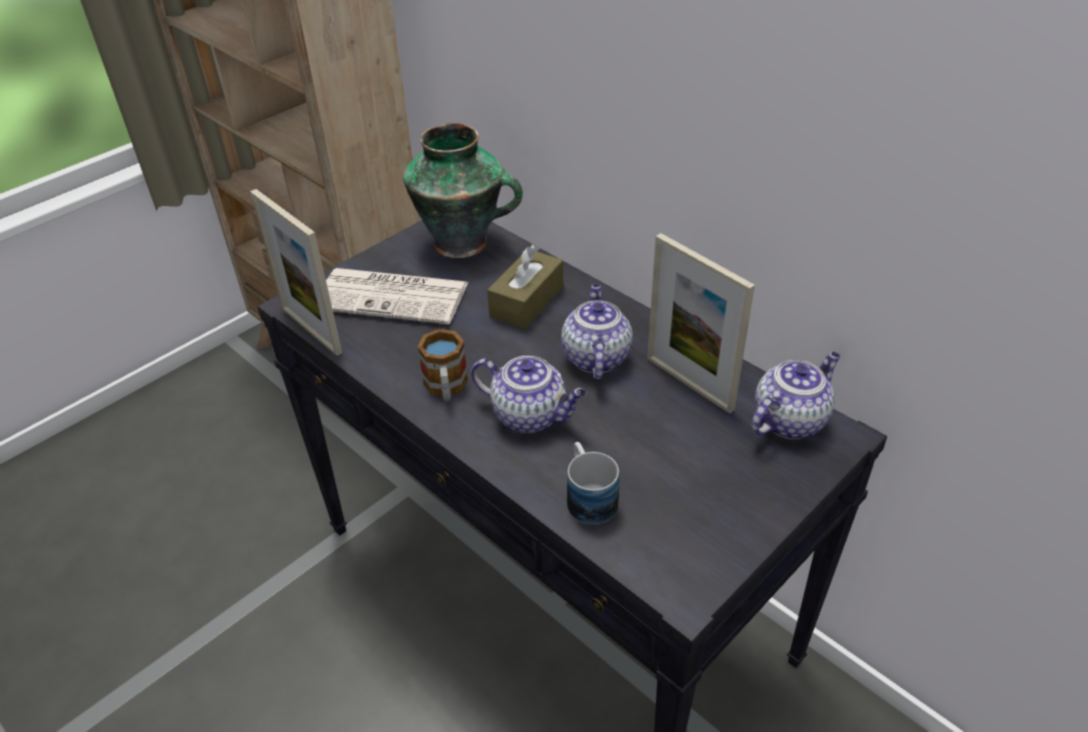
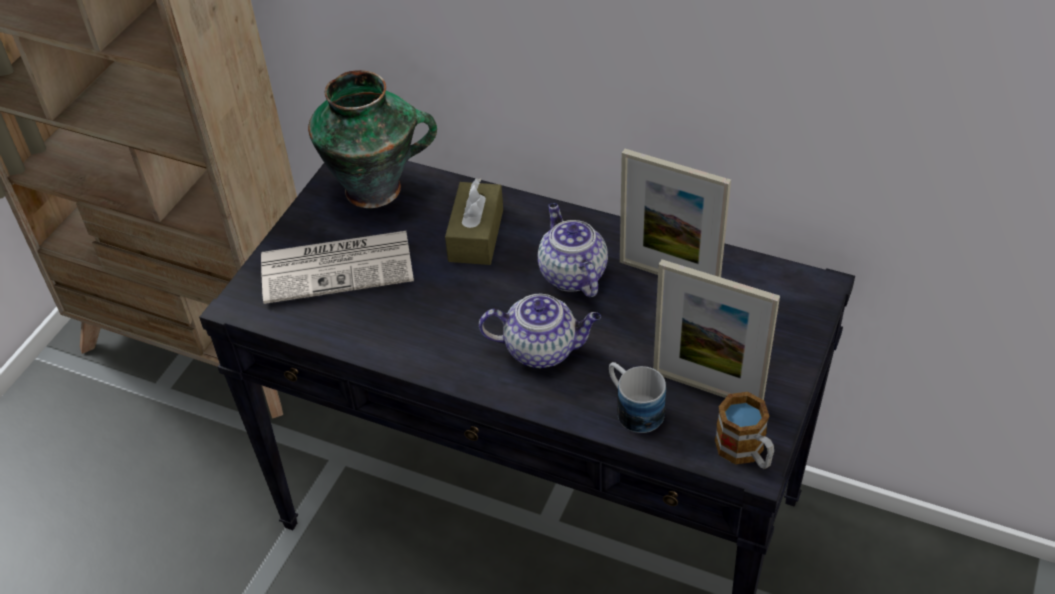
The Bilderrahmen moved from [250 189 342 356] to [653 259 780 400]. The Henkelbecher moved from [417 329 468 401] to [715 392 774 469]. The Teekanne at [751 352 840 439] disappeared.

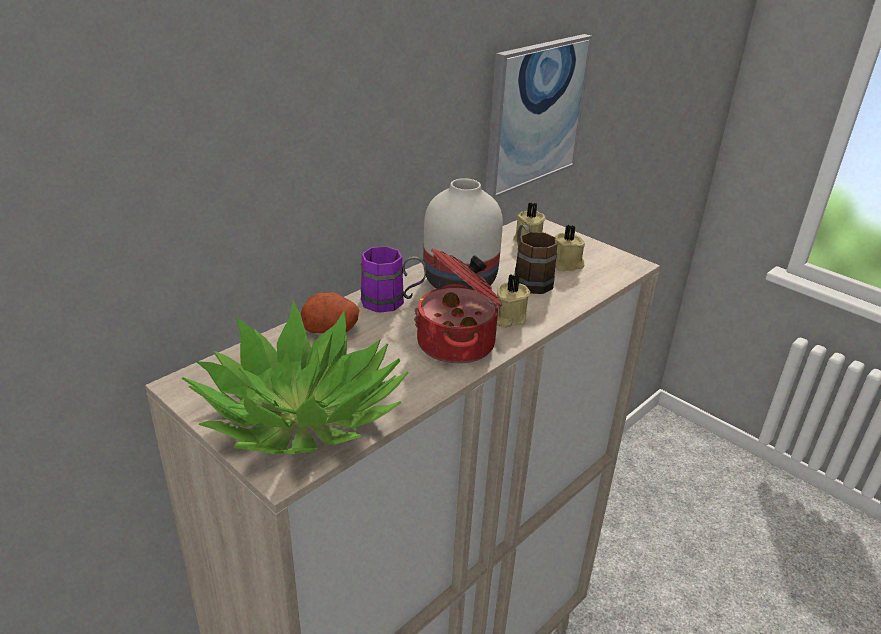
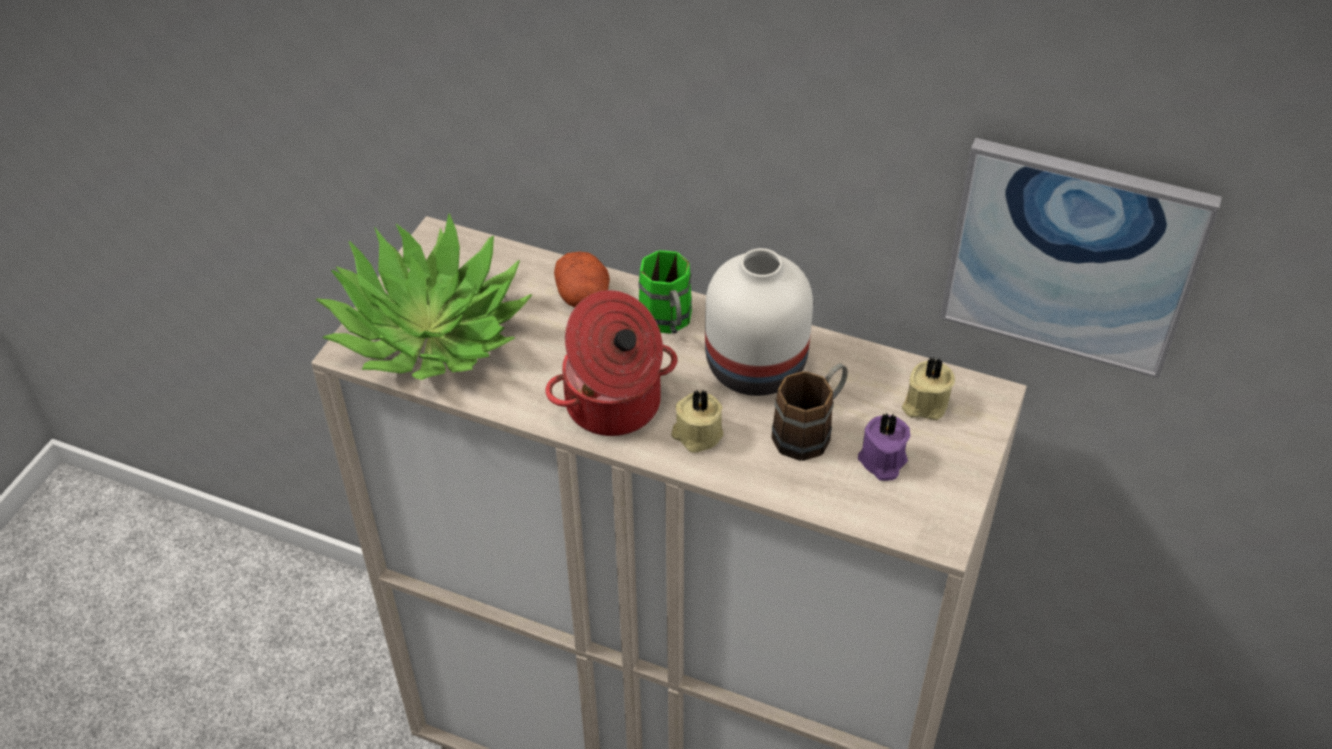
The Henkelbecher (lila) at [361 246 427 313] became the Henkelbecher (grün) at [639 250 692 334]. The Kerze (beige) at [555 225 585 271] became the Kerze (lila) at [858 412 910 481].

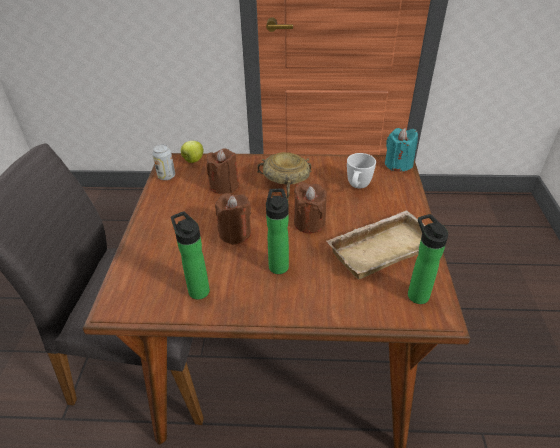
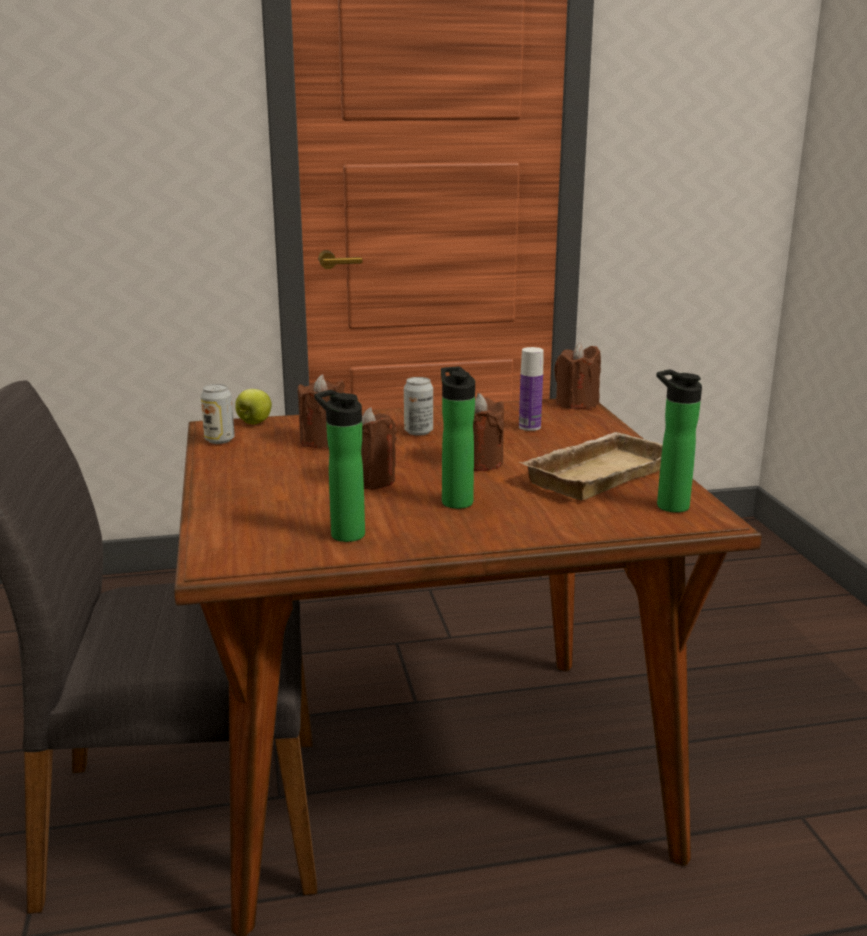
The Schüssel (beige) at [257 152 312 200] was replaced by the Dose at [404 377 433 436]. The Henkelbecher (weiß) at [347 153 376 188] was replaced by the Flasche at [519 347 544 431]. The Kerze (türkis) at [385 128 418 171] became the Kerze (braun) at [554 343 601 409].

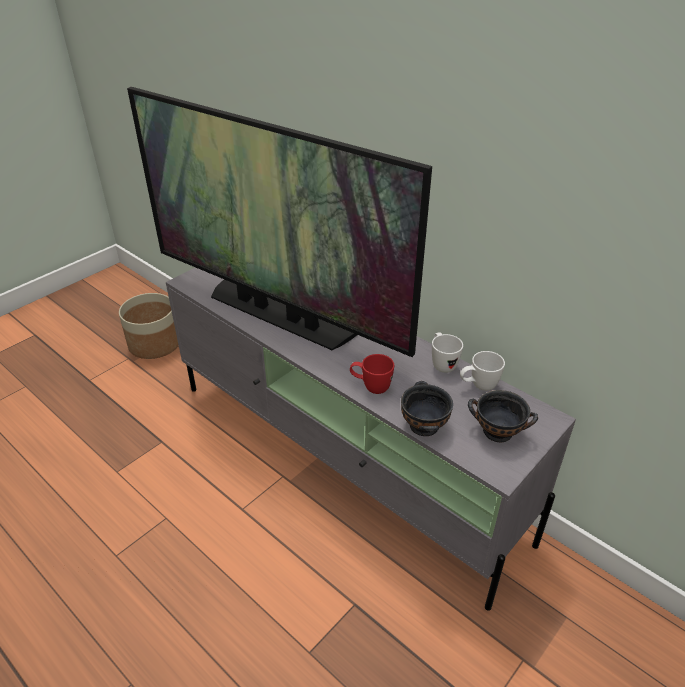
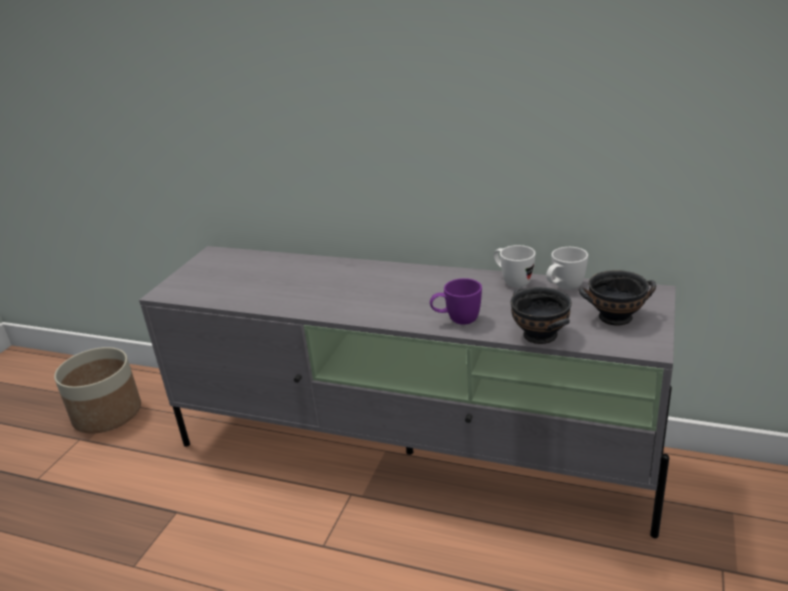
The Henkelbecher (rot) at [350 354 394 394] became the Henkelbecher (lila) at [430 278 482 325]. The Fernseher at [127 87 432 357] disappeared.

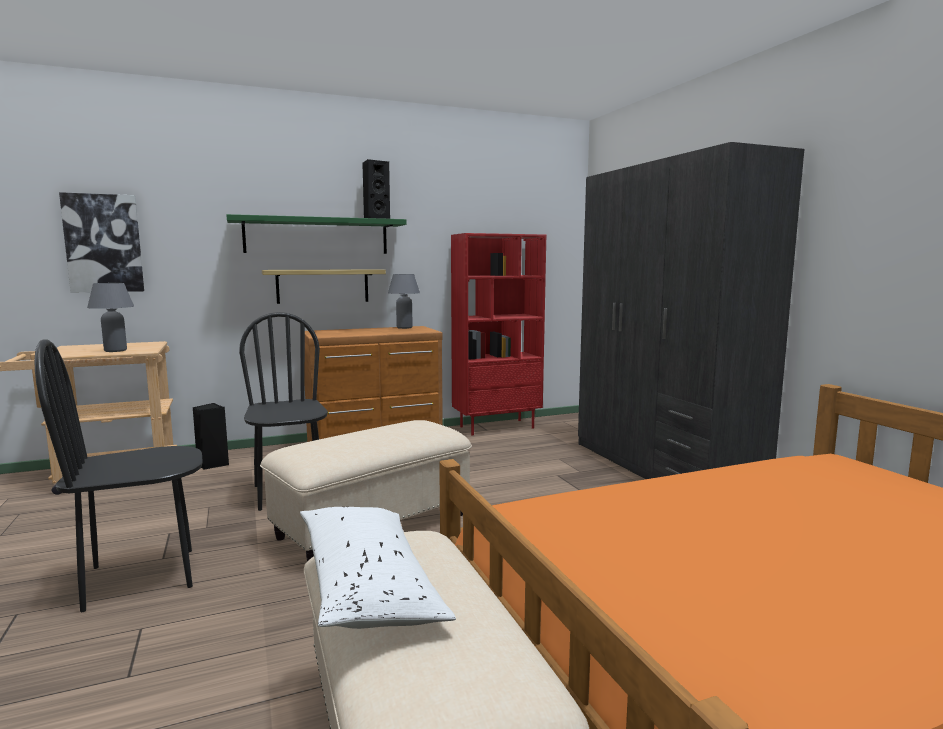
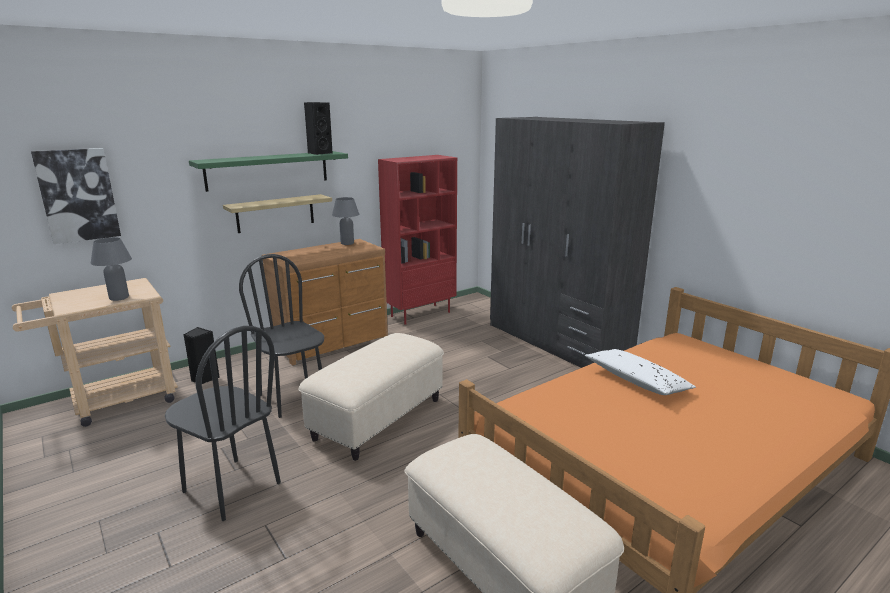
The Stuhl (schwarz) at [34 339 203 612] turned 105 degrees counterclockwise. The Kissen (weiß) moved from [300 507 456 629] to [584 349 696 395].

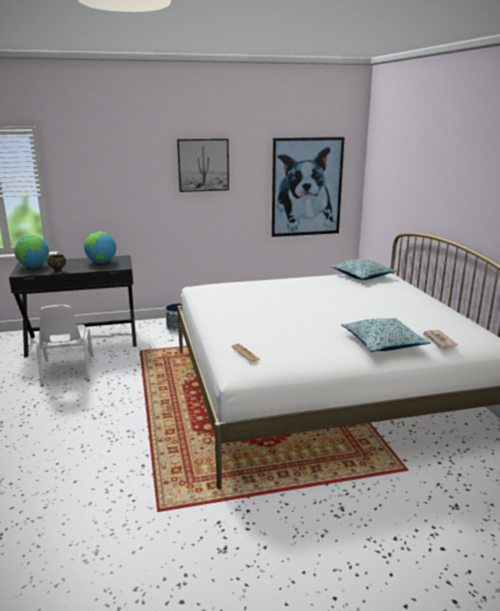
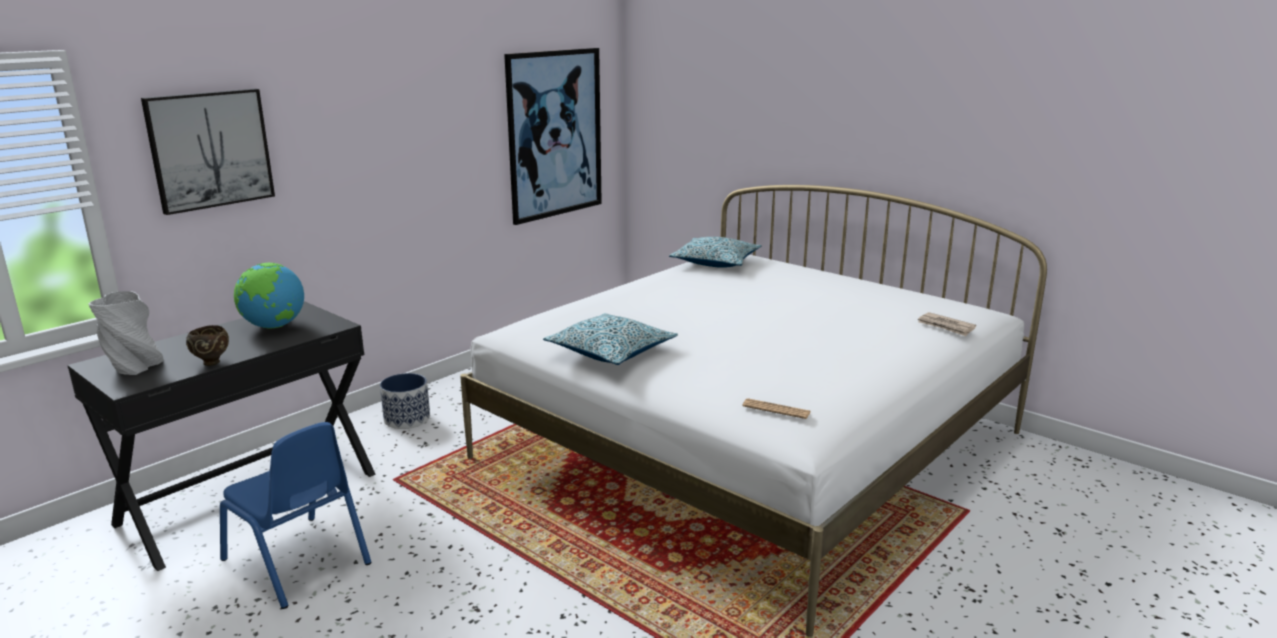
The Globus at [14 235 49 268] was replaced by the Vase (grau) at [89 291 164 375]. The Bild moved from [177 139 229 192] to [141 89 275 215]. The Stuhl (weiß) at [36 305 93 386] became the Stuhl (blau) at [220 422 371 609]. The Kissen moved from [341 318 431 352] to [543 313 678 365].

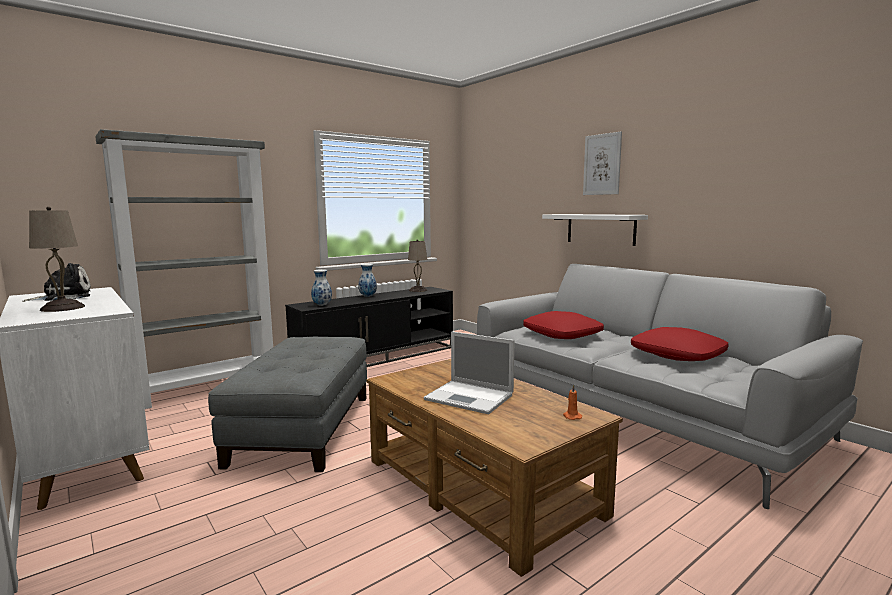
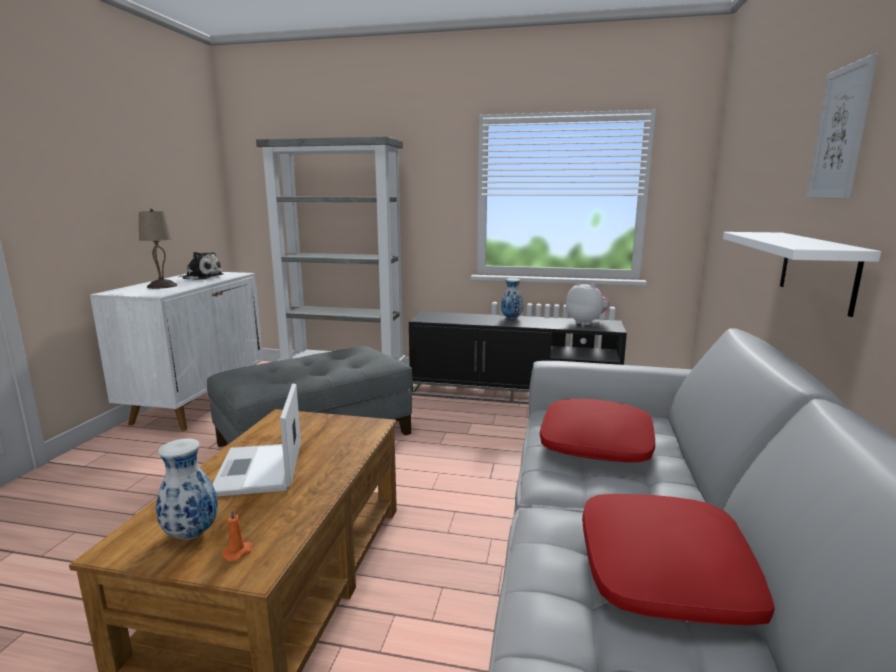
The Vase moved from [311 269 332 306] to [156 439 218 540]. The Tischlampe (beige) at [408 240 427 292] was replaced by the Plüschtier at [566 282 609 325].

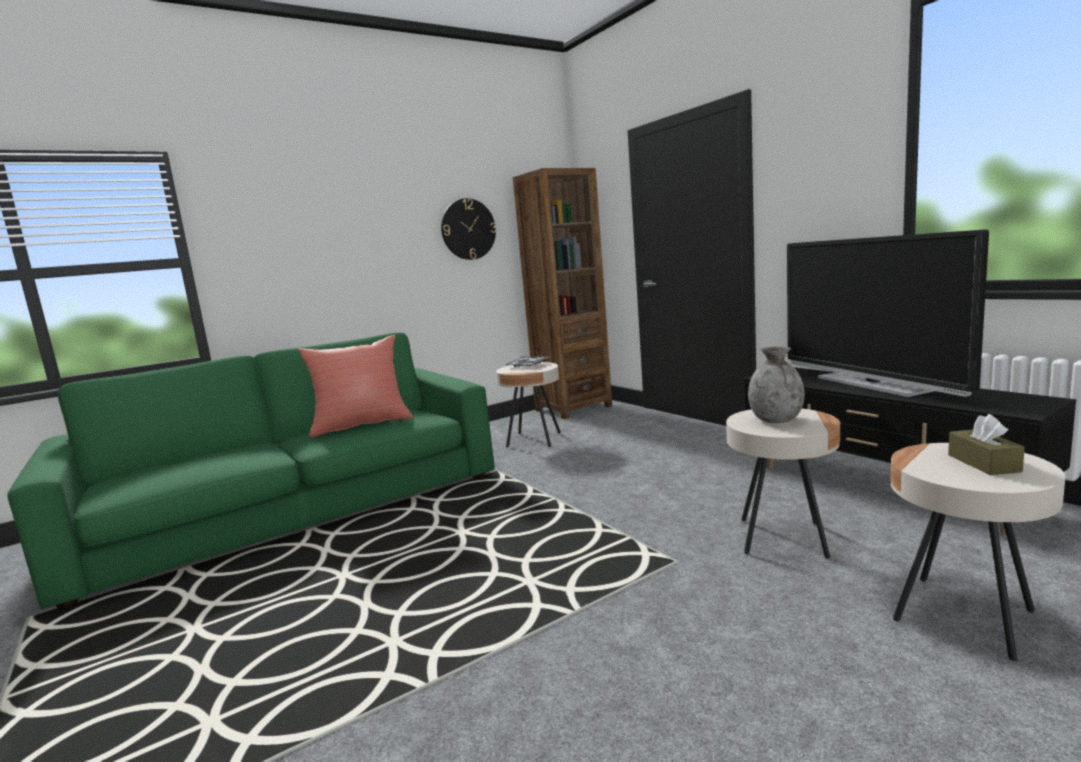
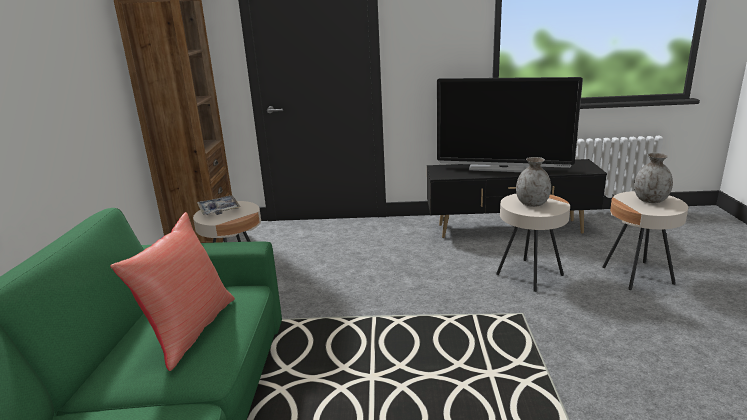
The Taschentuchbox (braun) at [948 414 1025 475] was replaced by the Vase (grau) at [634 153 673 203]. The Wanduhr at [441 198 496 260] disappeared.

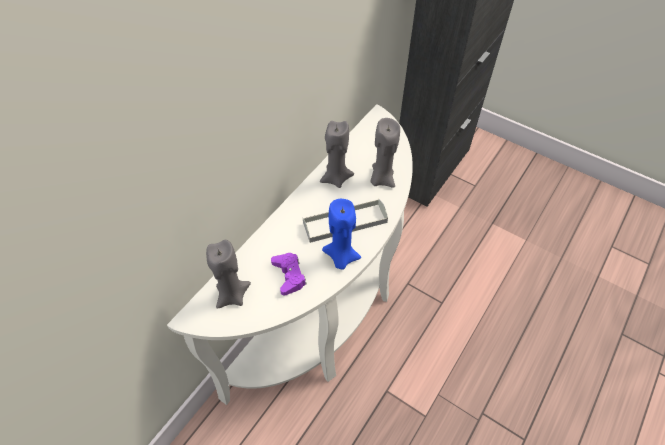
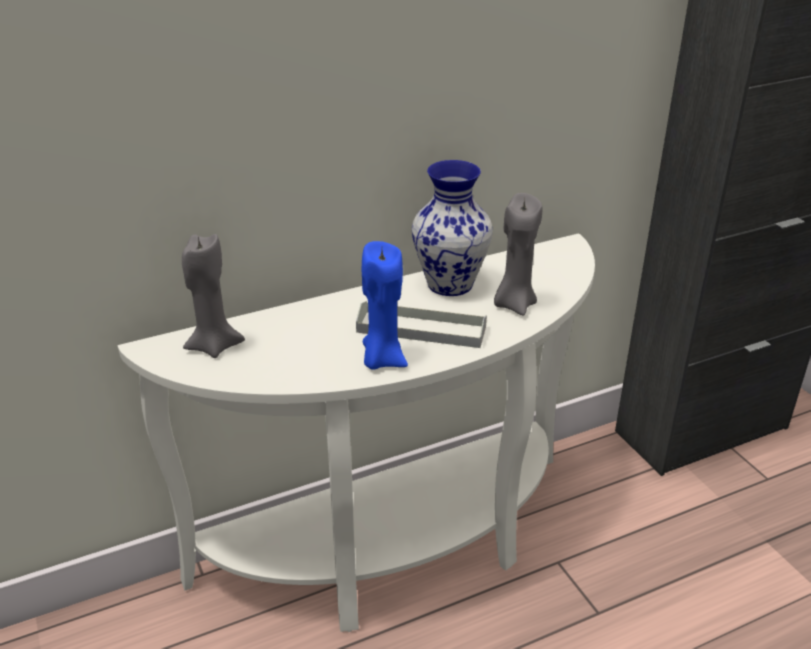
The Kerze (grau) at [320 121 354 188] was replaced by the Vase at [412 160 493 296]. The Gamepad (lila) at [271 253 307 296] disappeared.

